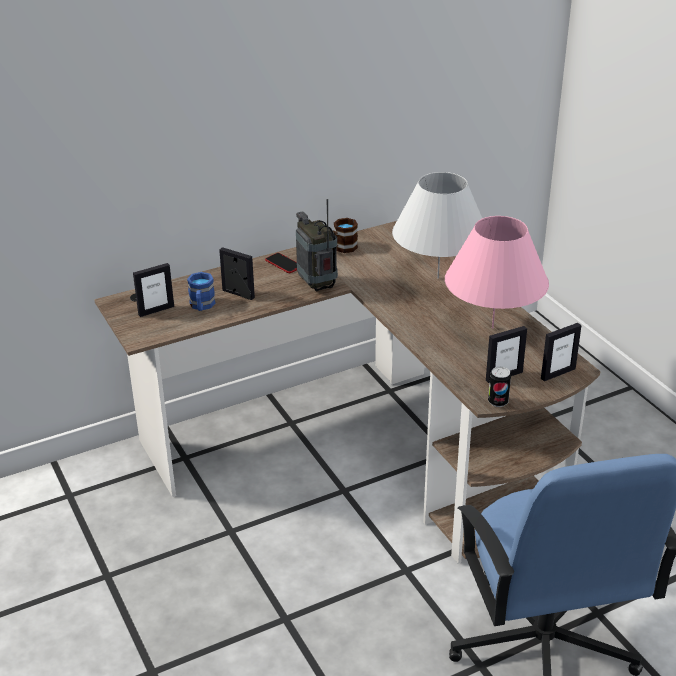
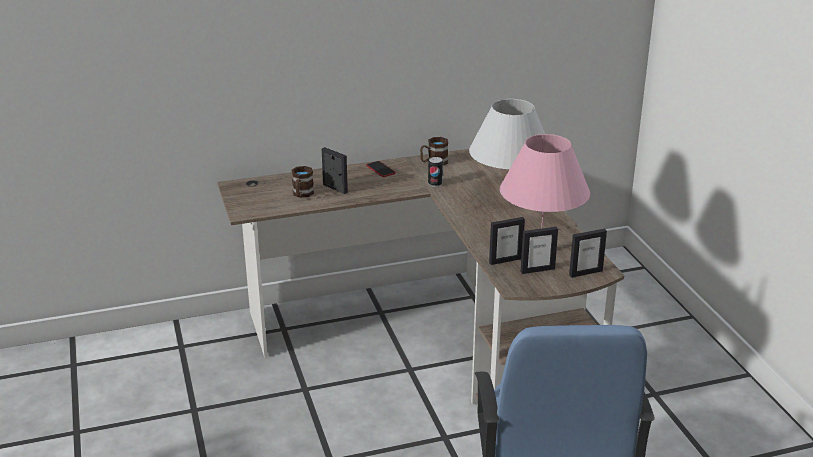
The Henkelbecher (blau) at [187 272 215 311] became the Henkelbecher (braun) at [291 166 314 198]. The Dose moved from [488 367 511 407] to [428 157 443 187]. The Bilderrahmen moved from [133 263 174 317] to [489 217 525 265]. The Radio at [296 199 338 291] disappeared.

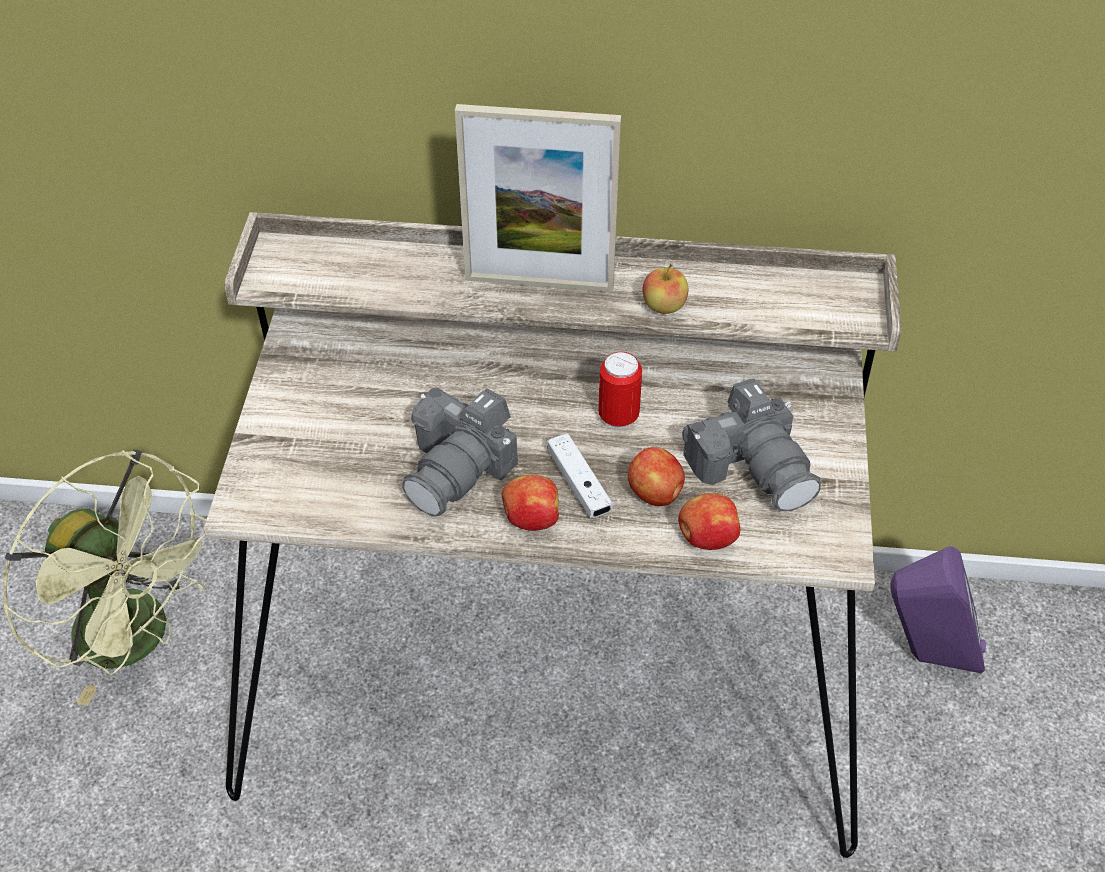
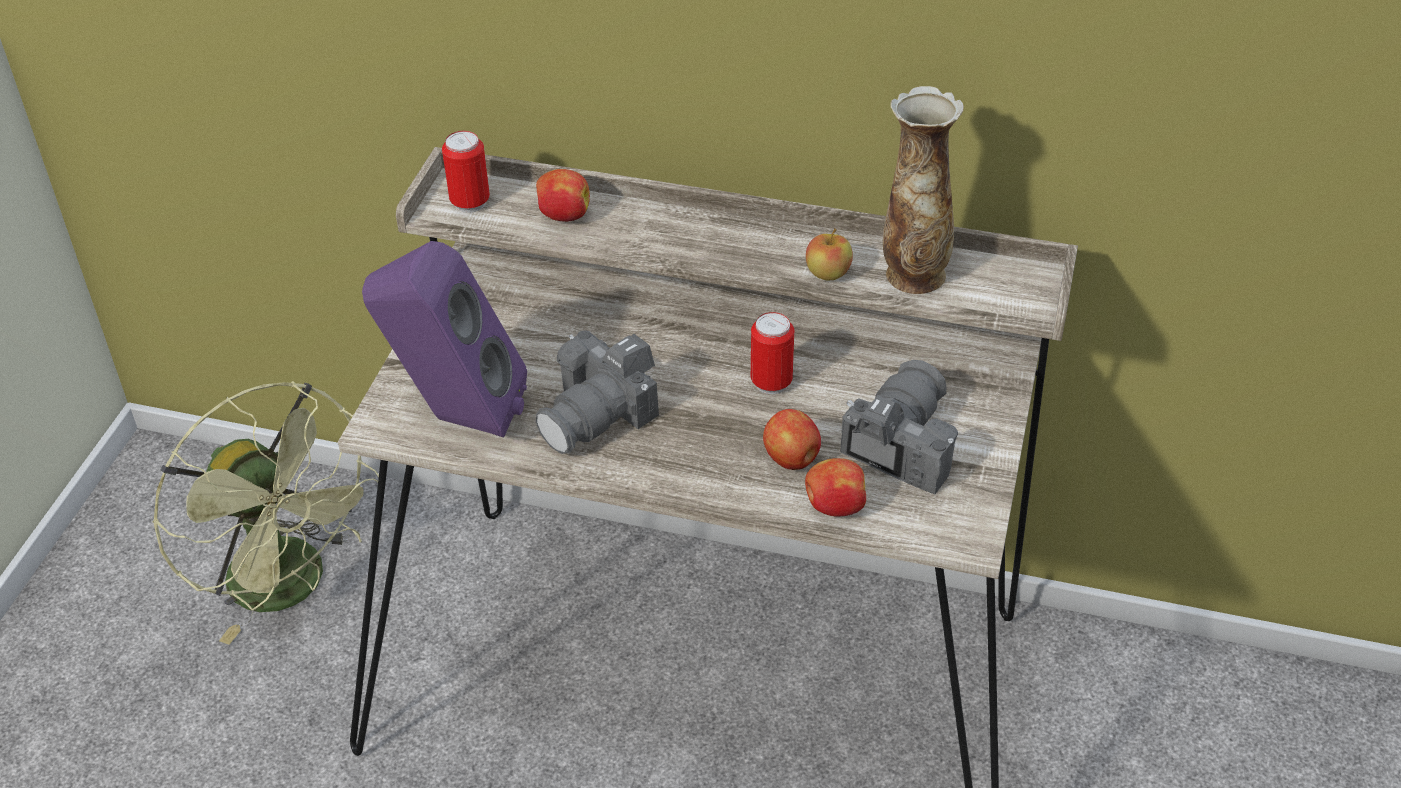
The Lautsprecher (lila) moved from [891 546 986 673] to [362 241 527 438]. The Dose at [442 131 490 213] appeared. The Apfel moved from [502 475 559 531] to [536 169 590 222]. The Kamera at [682 379 821 511] turned 135 degrees counterclockwise. The Vase at [883 86 964 294] appeared. The Bilderrahmen at [455 104 621 292] disappeared. The Gamepad (weiß) at [547 433 612 518] disappeared.

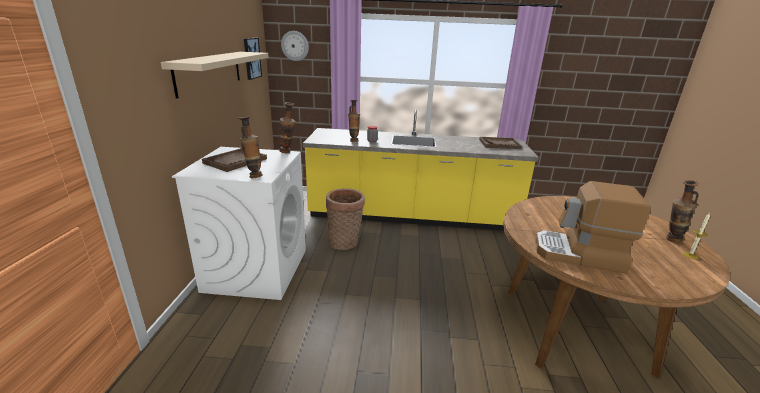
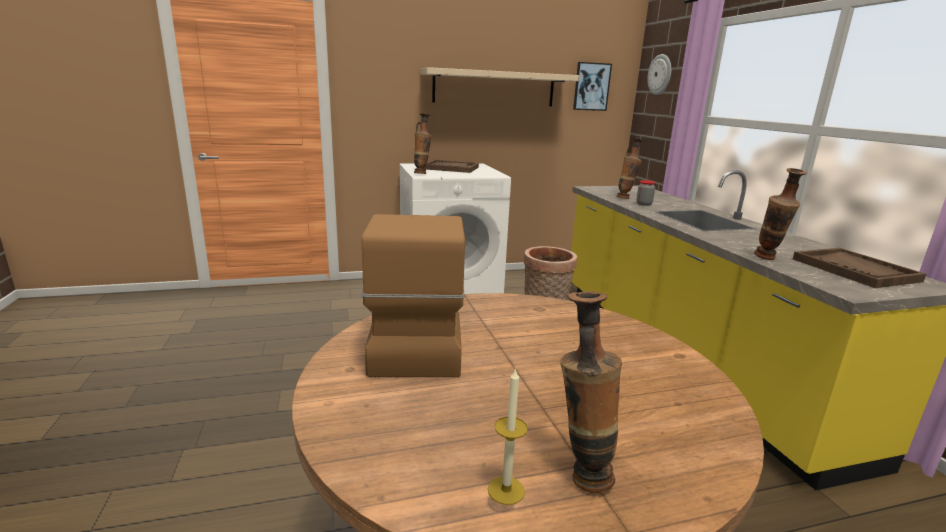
The Vase moved from [279 102 295 153] to [754 168 807 260].

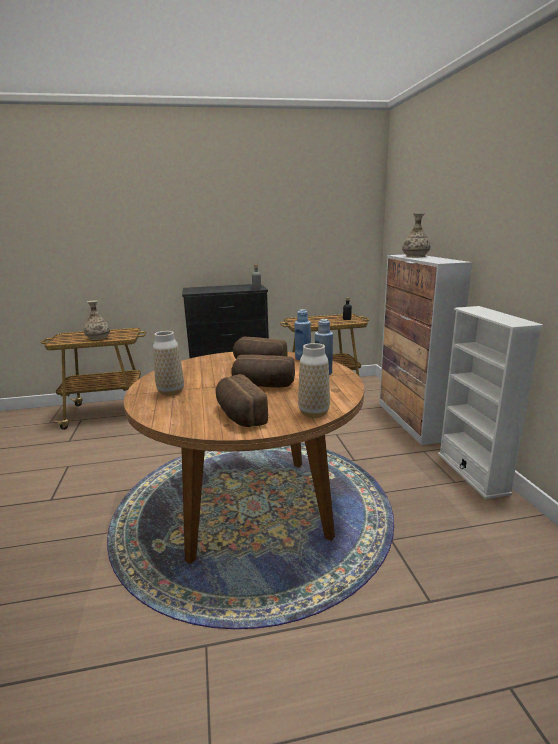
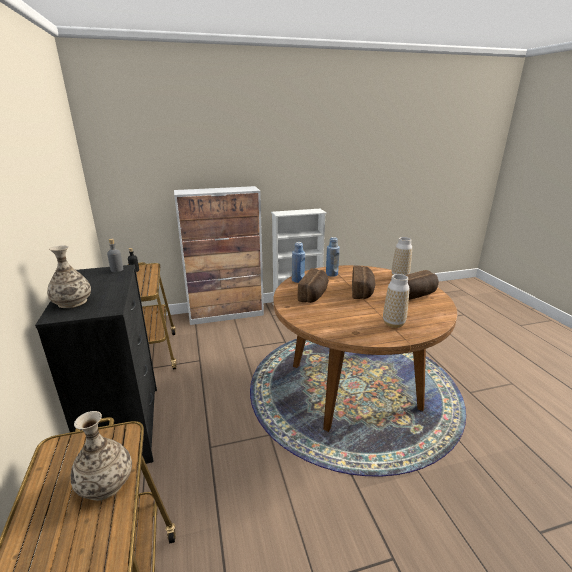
The Vase moved from [402 213 430 257] to [47 245 91 308].

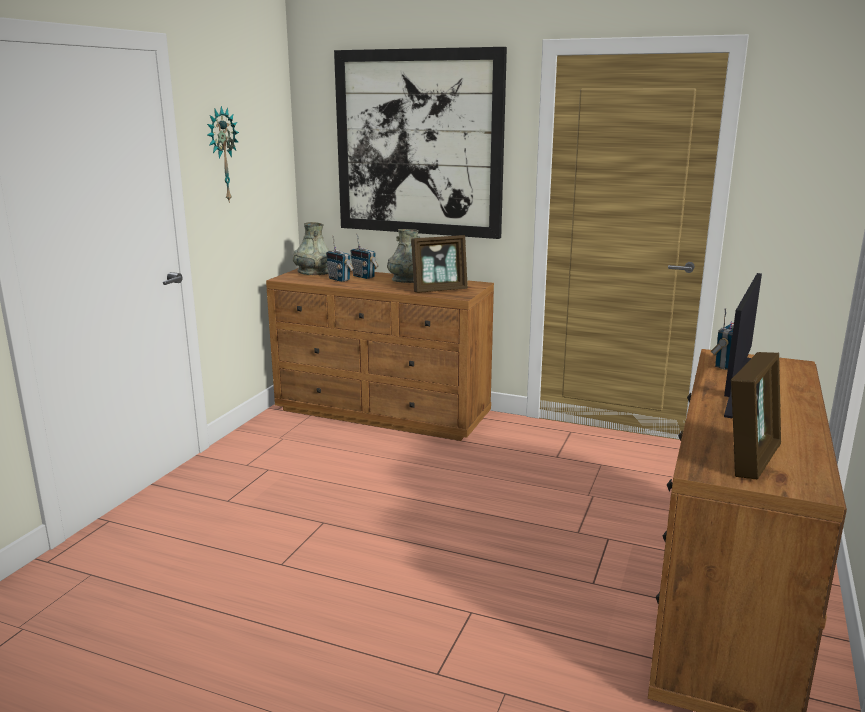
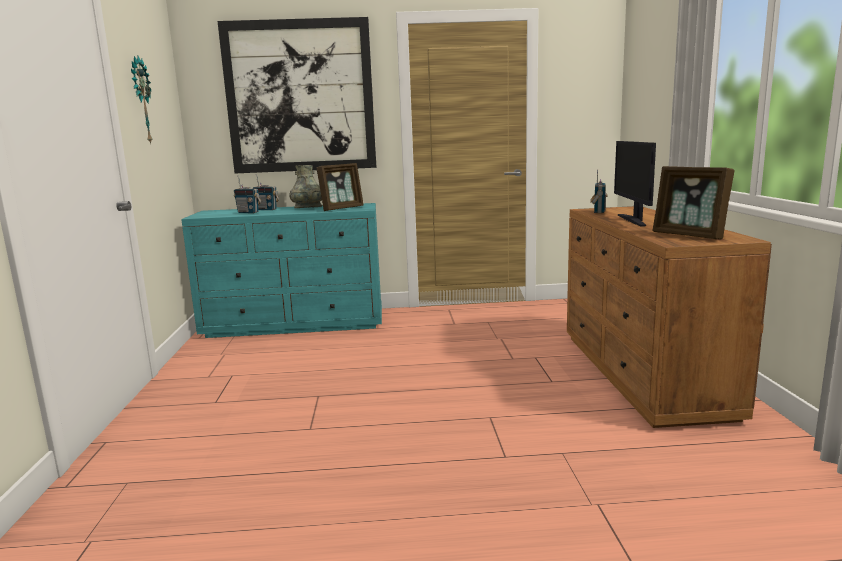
The Kommode (braun) at [266 268 494 441] became the Kommode (türkis) at [181 203 382 338]. The Bilderrahmen at [731 352 781 479] turned 135 degrees clockwise. The Vase (grau) at [293 222 330 275] disappeared.

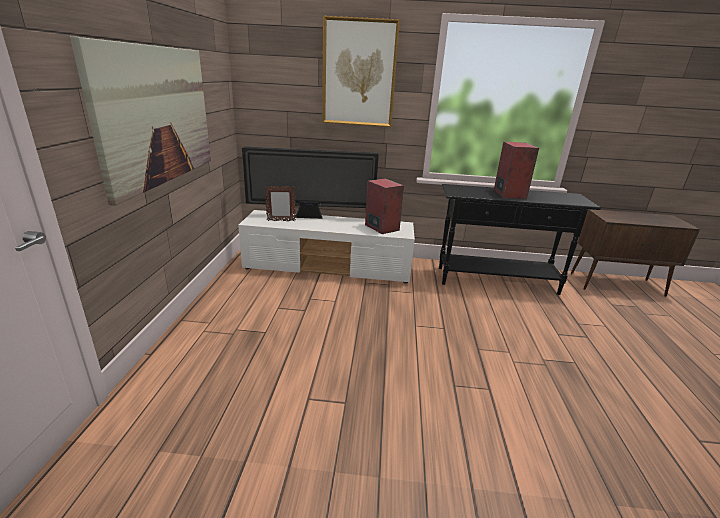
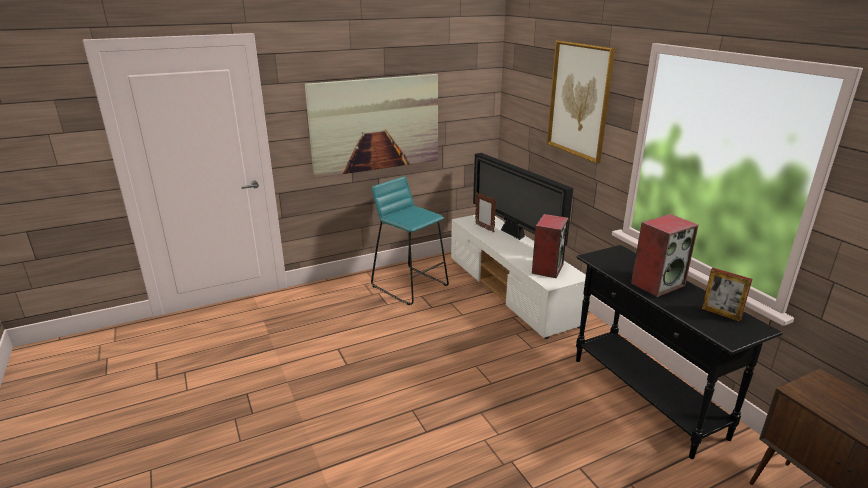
The Hocker (türkis) at [371 176 449 305] appeared. The Bilderrahmen at [702 268 752 322] appeared.

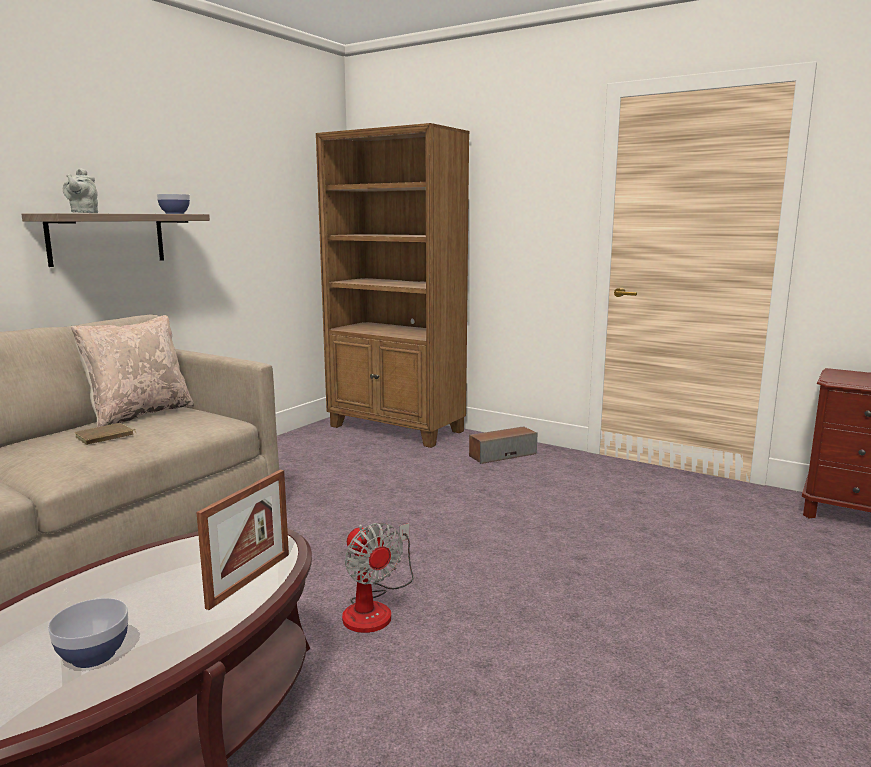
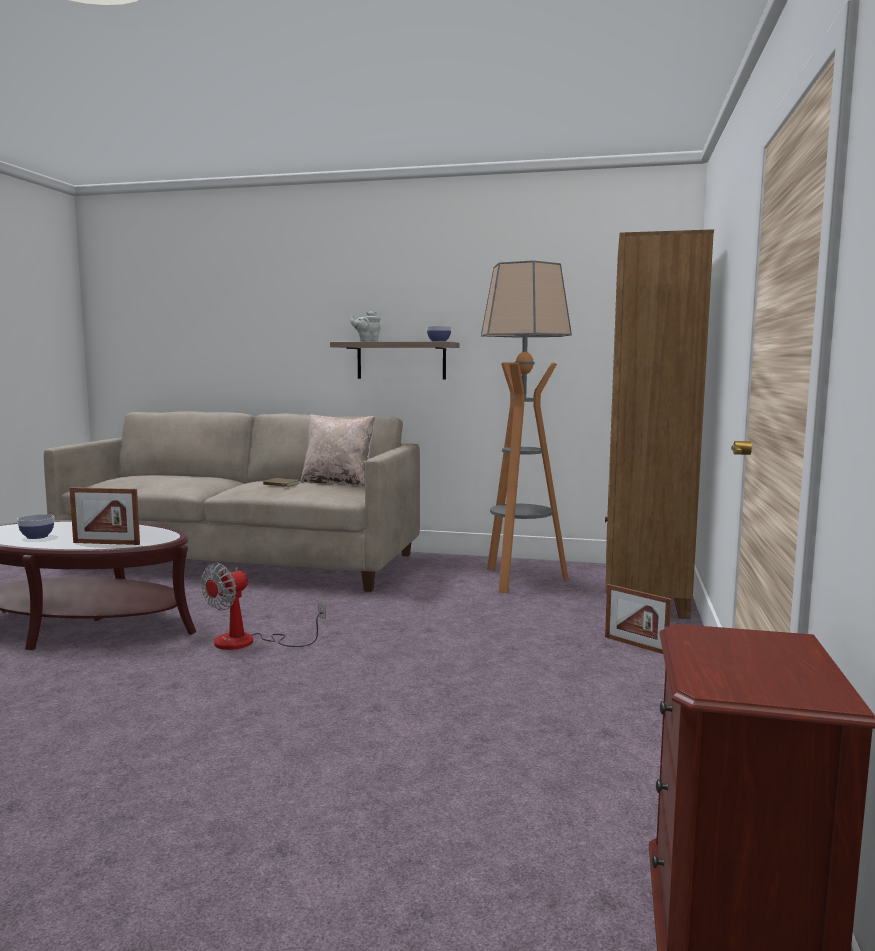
The Stehlampe at [481 261 572 593] appeared. The Lautsprecher at [469 426 537 464] was replaced by the Bilderrahmen at [605 584 672 654].

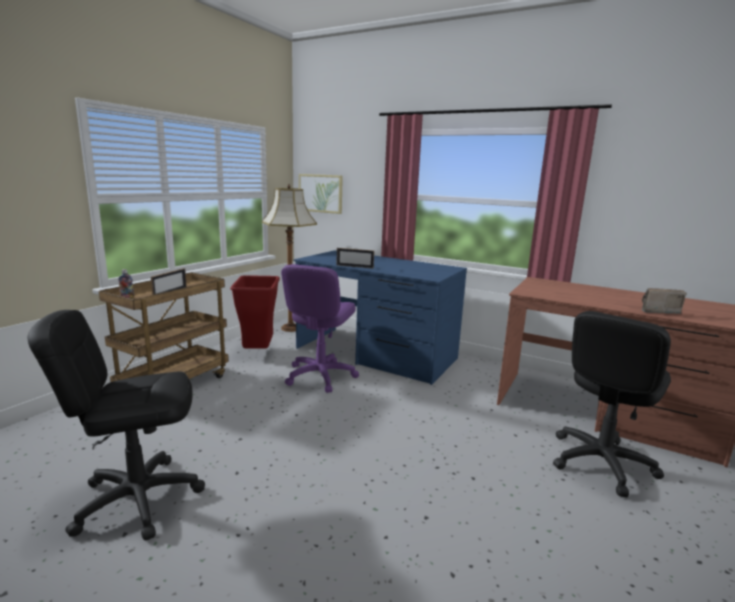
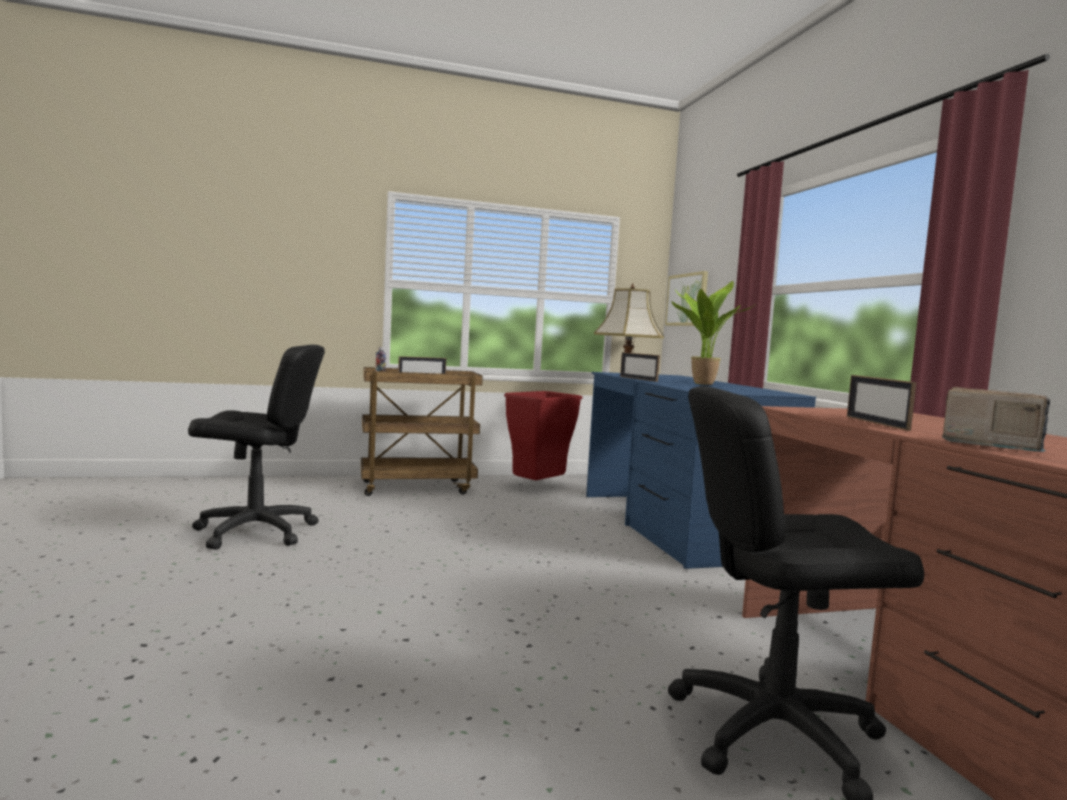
The Bürostuhl (schwarz) at [28 310 205 540] turned 150 degrees clockwise. The Topfpflanze at [671 281 753 385] appeared. The Bilderrahmen at [847 375 917 431] appeared. The Bürostuhl (lila) at [281 264 359 393] disappeared.

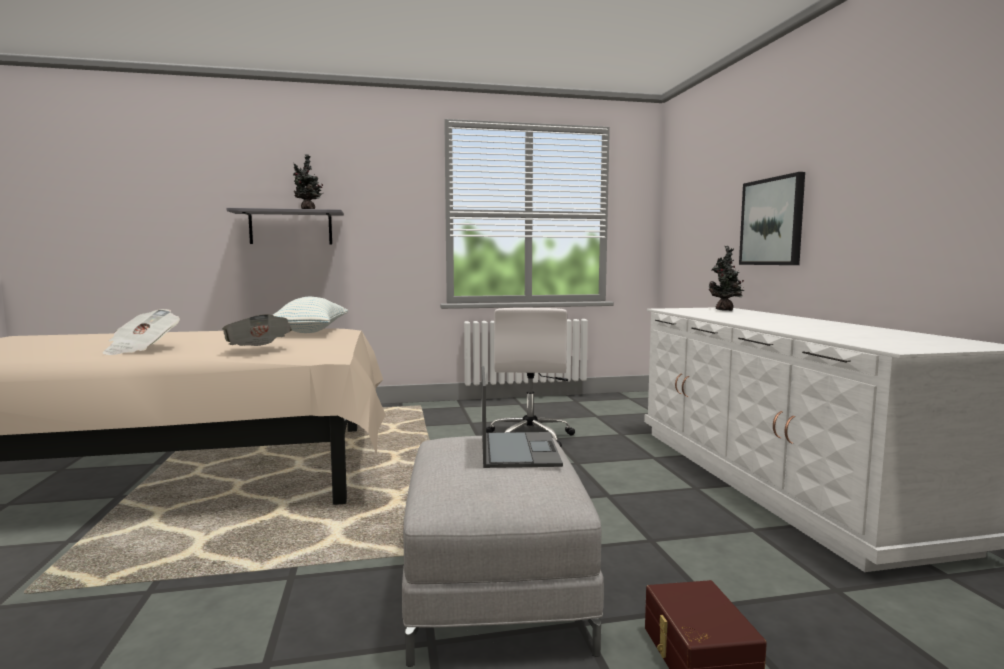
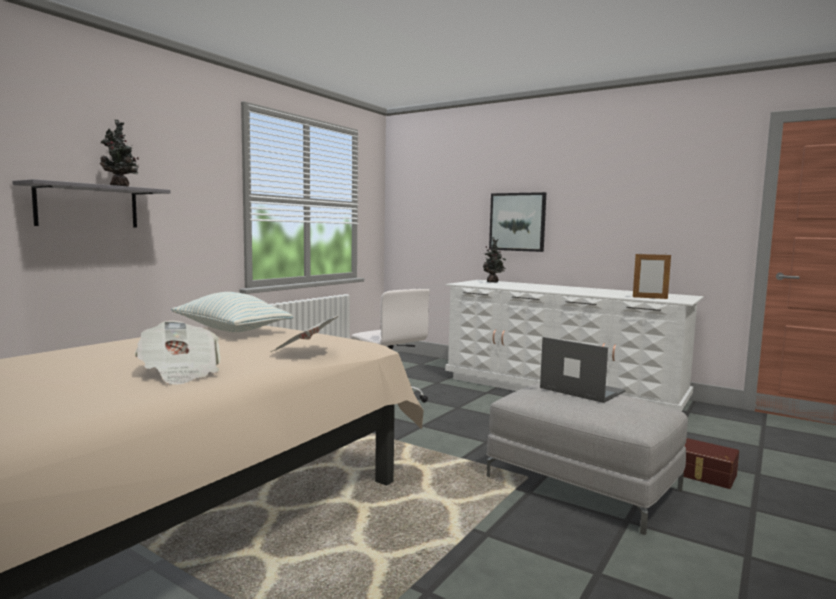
The Bilderrahmen at [633 253 671 299] appeared.

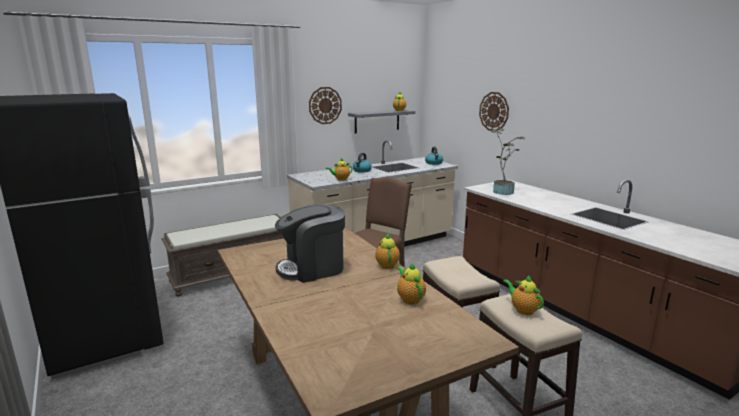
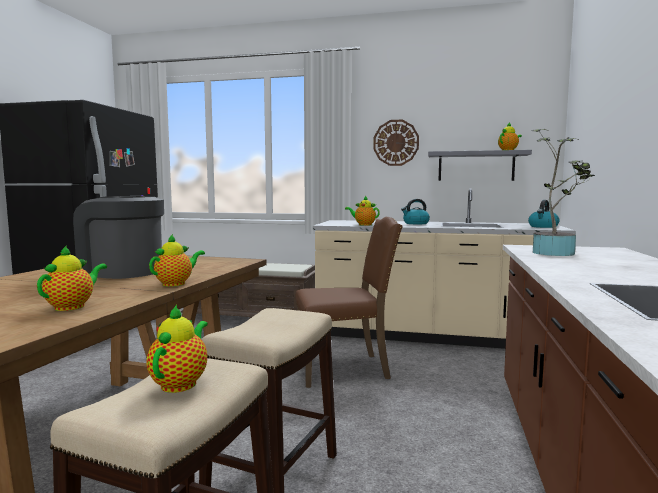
The Wanduhr at [479 92 509 131] disappeared.

